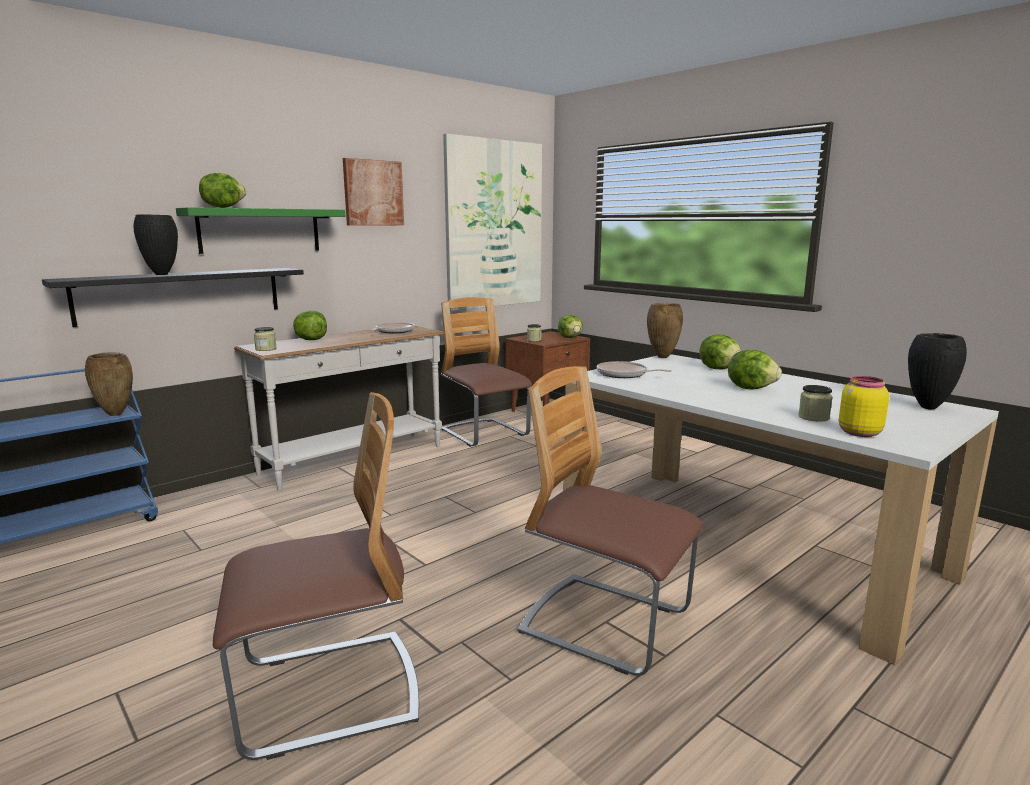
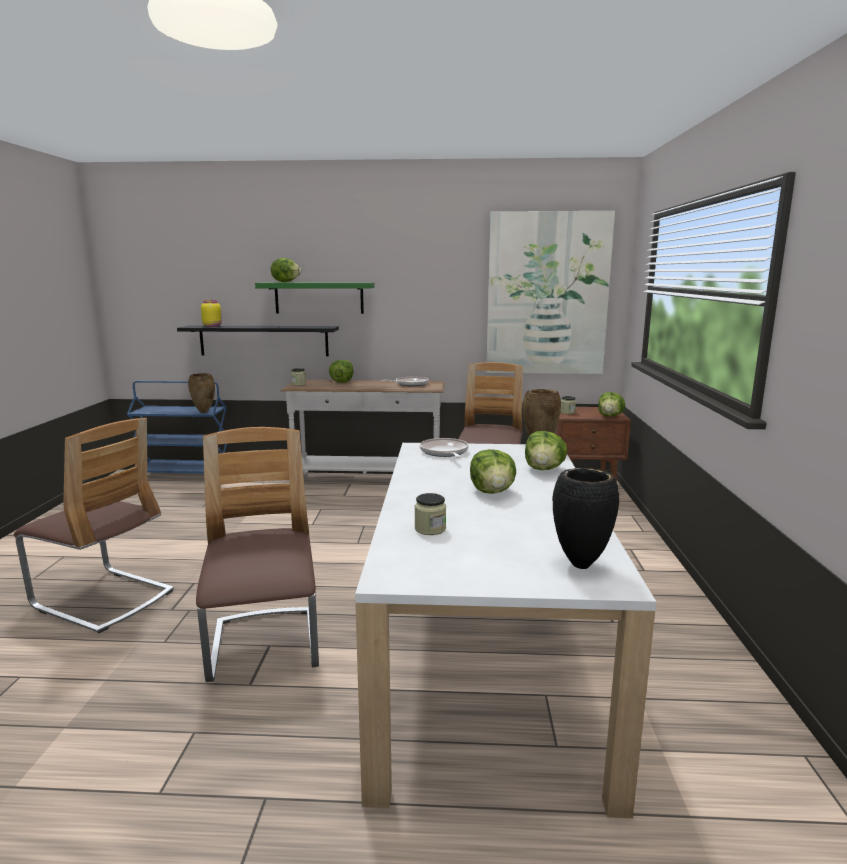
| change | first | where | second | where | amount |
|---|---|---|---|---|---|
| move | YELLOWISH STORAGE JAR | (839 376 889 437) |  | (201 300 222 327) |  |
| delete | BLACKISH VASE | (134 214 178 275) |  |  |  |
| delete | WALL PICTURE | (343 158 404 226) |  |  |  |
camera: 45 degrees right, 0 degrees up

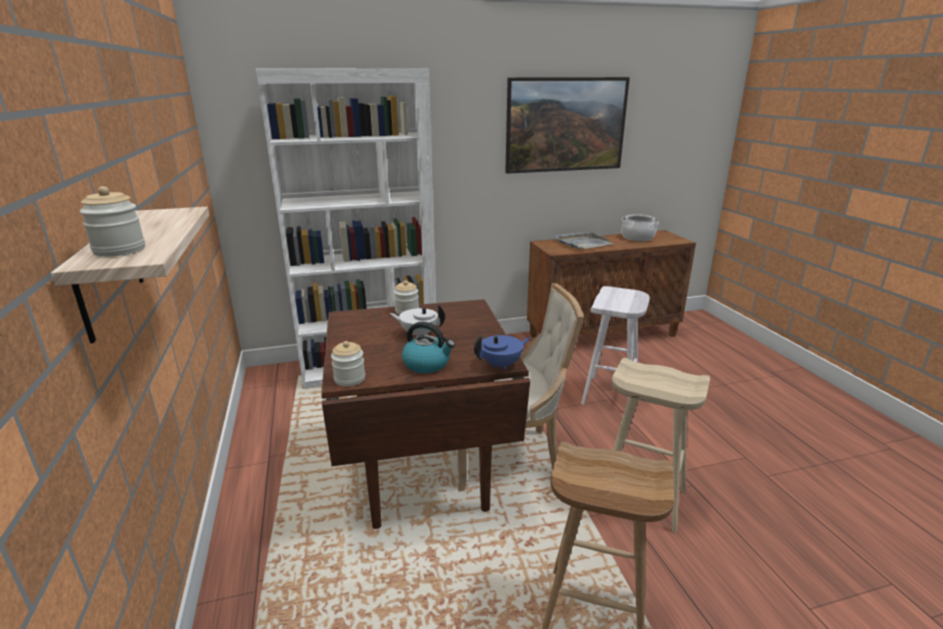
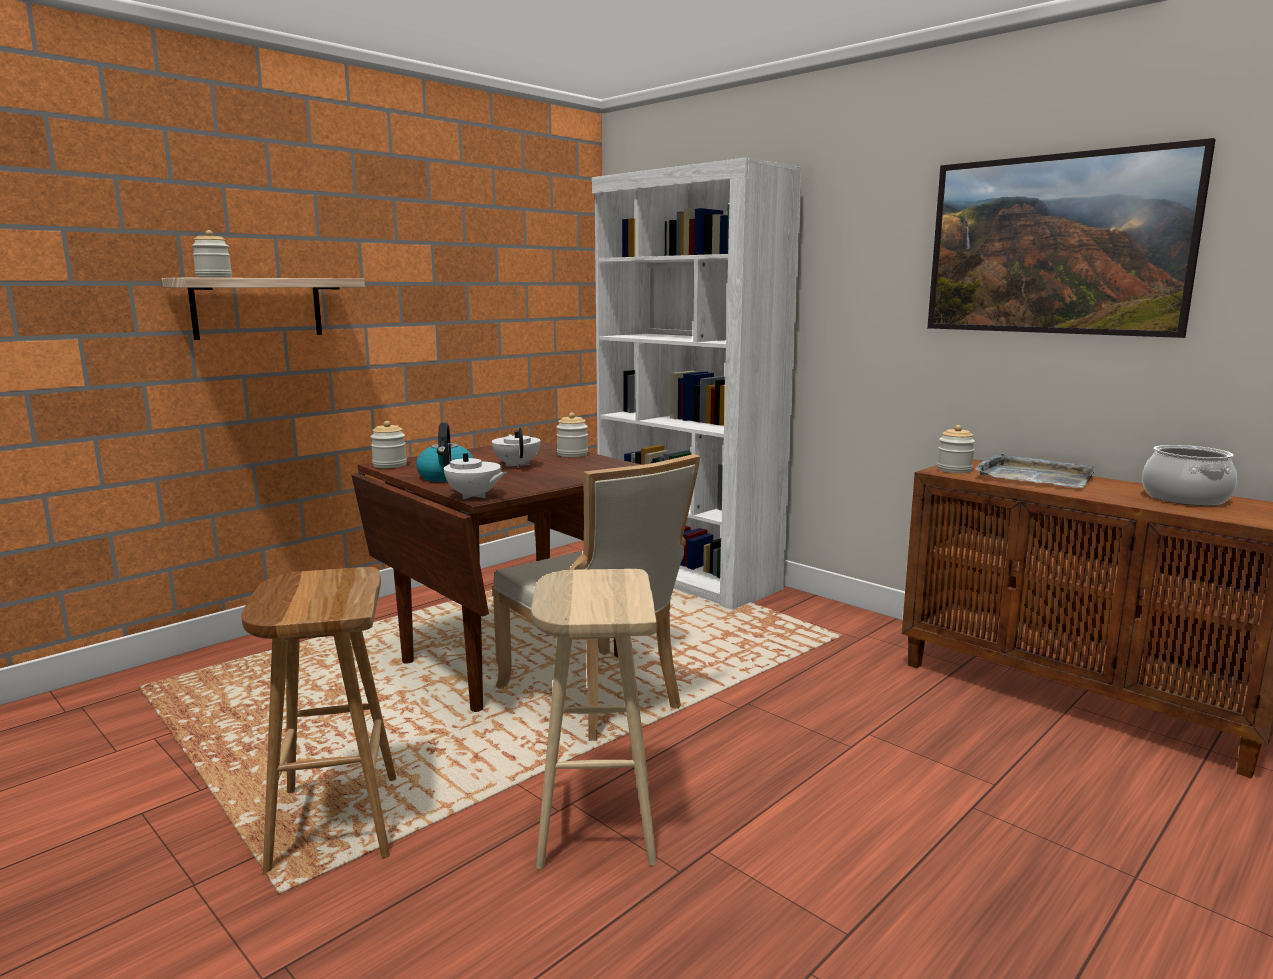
| change | first | where | second | where | amount |
|---|---|---|---|---|---|
| recolor | BLUISH TEAPOT | (474 335 530 370) | WHITE TEAPOT | (443 444 507 499) |  |
| insert |  |  | STORAGE JAR | (937 425 975 473) |  |
| delete | WHITE STOOL | (581 286 650 405) |  |  |  |
camera: 60 degrees right, 10 degrees down

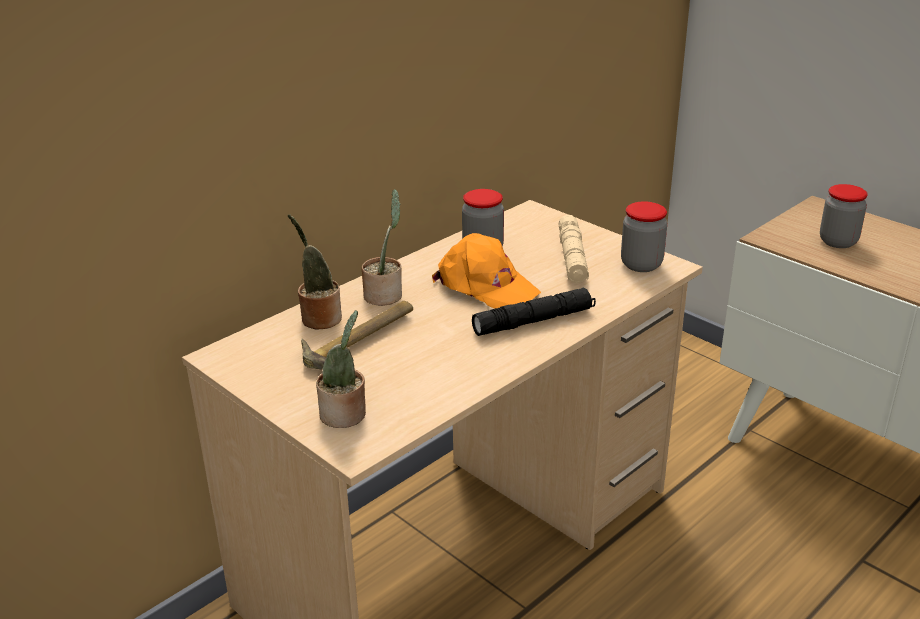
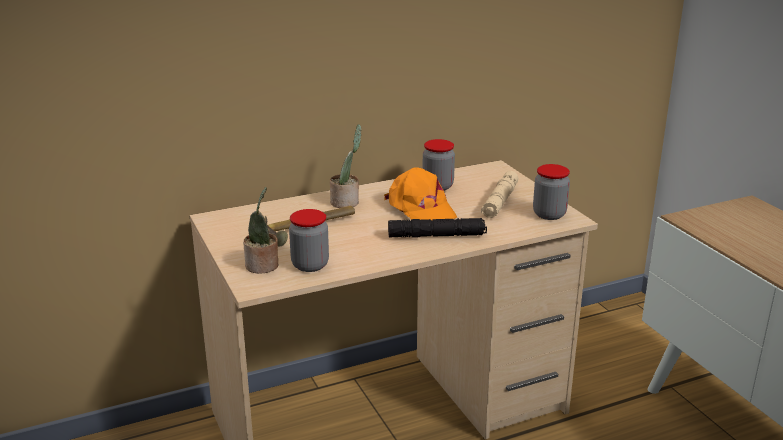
| change | first | where | second | where | amount |
|---|---|---|---|---|---|
| move | STORAGE JAR | (820 184 868 248) |  | (289 209 329 272) |  |
| delete | PLANT IN A POT | (288 214 342 330) |  |  |  |
camera: 20 degrees right, 5 degrees down

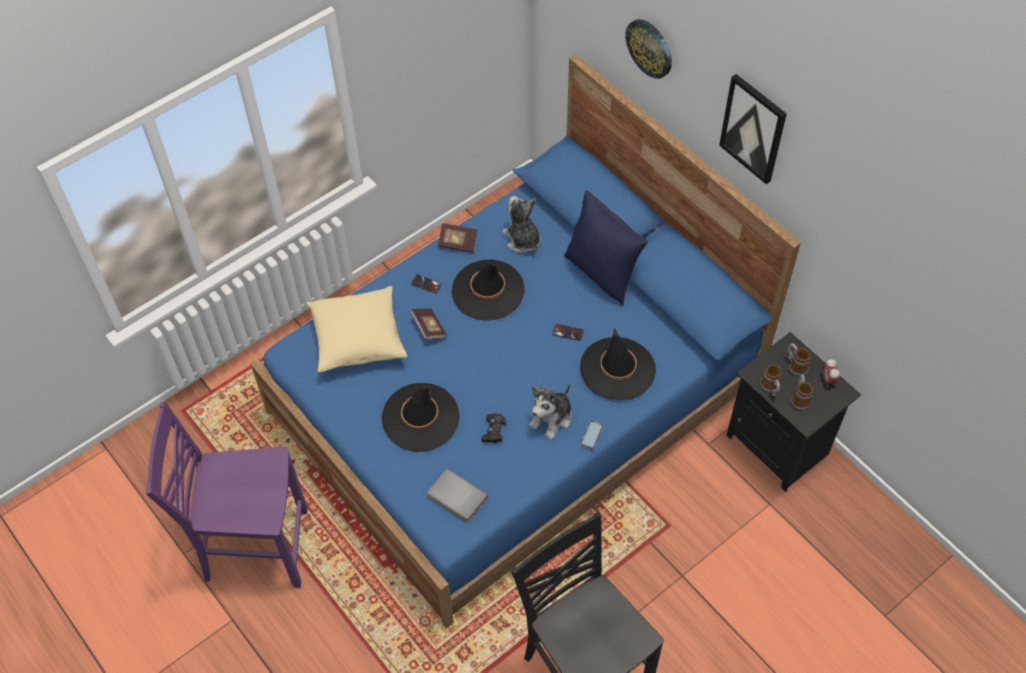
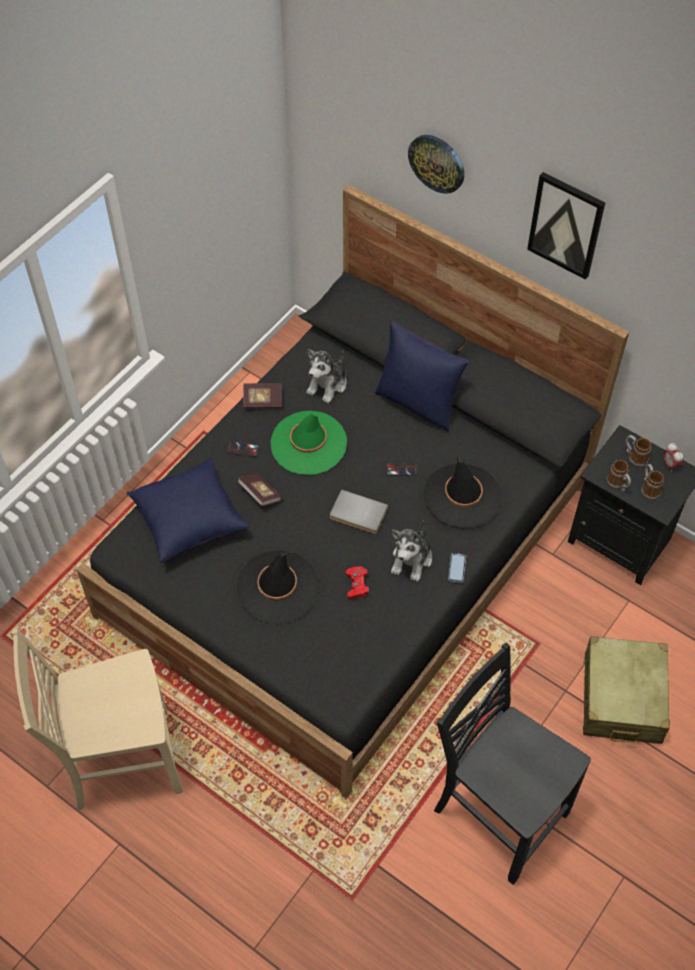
| change | first | where | second | where | amount |
|---|---|---|---|---|---|
| recolor | PURPLE-COLOURED CHAIR | (146 402 308 588) | SAND-COLOURED CHAIR | (12 628 183 811) |  |
| recolor | BLUISH SLEEPING BED | (250 54 801 628) | BLACKISH SLEEPING BED | (76 185 629 799) |  |
| recolor | SAND-COLOURED PILLOW | (307 286 408 372) | BLUISH PILLOW | (126 458 250 563) |  |
| recolor | BLACKISH CLOTHING HAT | (452 259 525 321) | GREEN-COLOURED CLOTHING HAT | (271 411 347 475) |  |
| rotate | CUDDLY TOY | (503 196 541 253) |  | (306 349 347 403) | 105 degrees counterclockwise |
| move | GRAY BOOK | (427 469 488 522) |  | (330 489 388 534) |  |
| recolor | BLACKISH GAMEPAD | (481 413 506 443) | REDDISH GAMEPAD | (346 566 369 599) |  |
| insert |  |  | SAND-COLOURED TRAVEL CASE | (583 636 670 744) |  |
camera: 15 degrees left, 0 degrees up

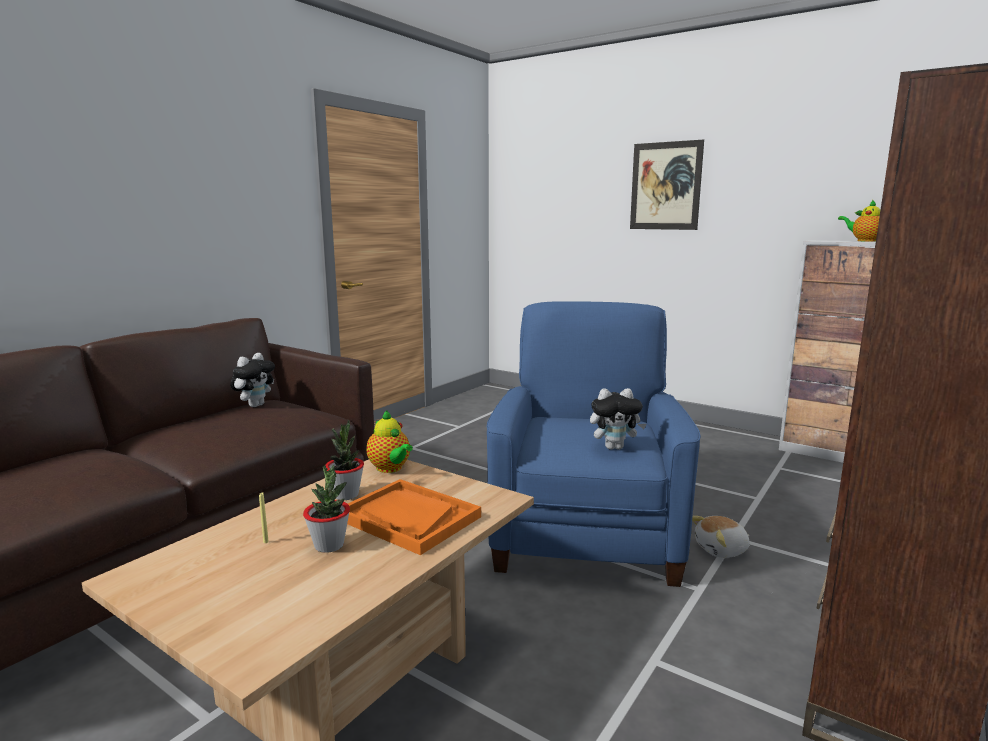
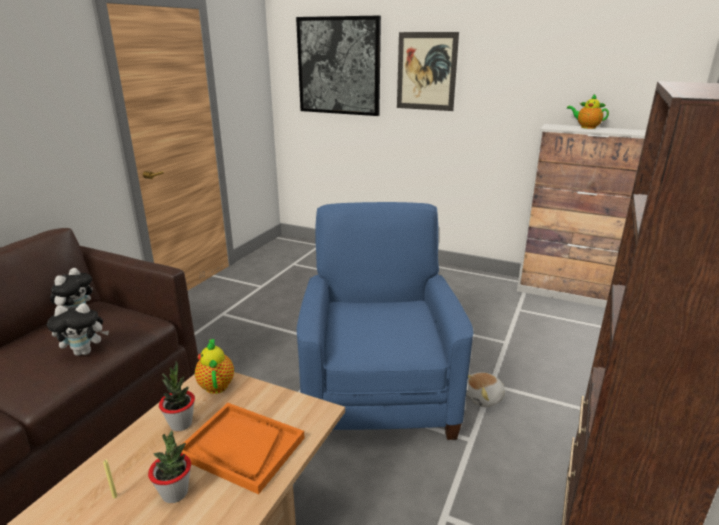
| change | first | where | second | where | amount |
|---|---|---|---|---|---|
| move | CUDDLY TOY | (590 388 646 450) |  | (47 303 109 356) |  |
| rotate | TEAPOT | (367 410 413 473) |  | (195 339 234 394) | 150 degrees counterclockwise |
| insert |  |  | WALL PICTURE | (296 16 381 116) |  |
camera: 10 degrees left, 10 degrees up

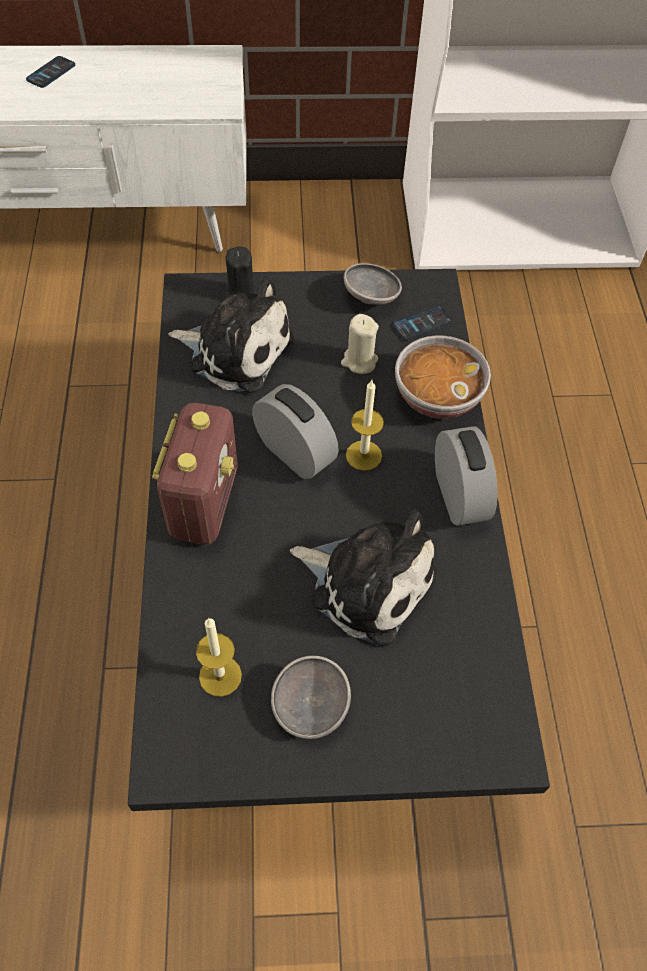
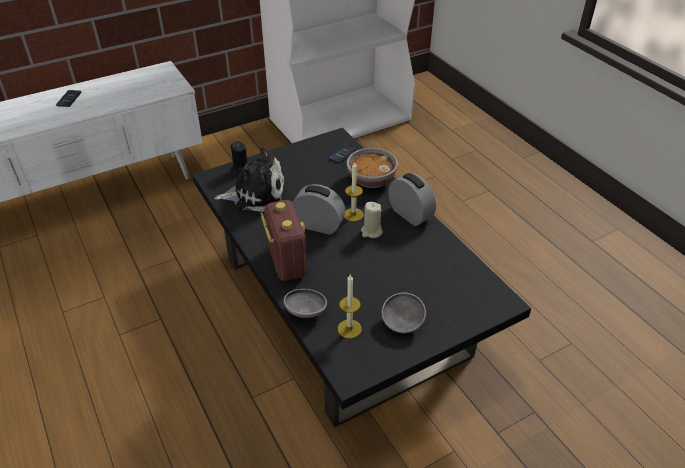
| change | first | where | second | where | amount |
|---|---|---|---|---|---|
| move | GRAY DEEP DISH | (344 263 402 305) |  | (283 289 327 318) |  |
| move | SAND-COLOURED WAX CANDLE | (341 314 379 374) |  | (361 202 383 238) |  |
| delete | CUDDLY TOY | (290 510 437 646) |  |  |  |
camera: 25 degrees left, 15 degrees down

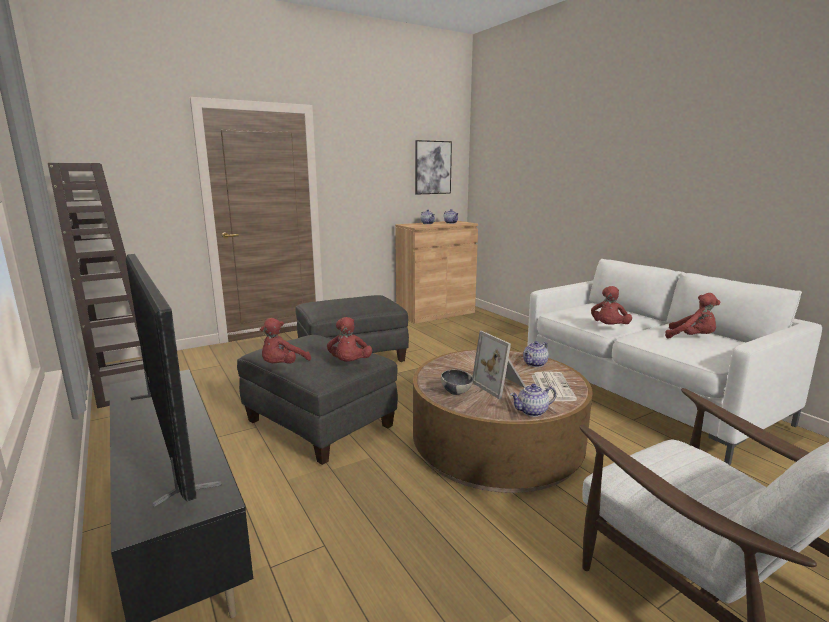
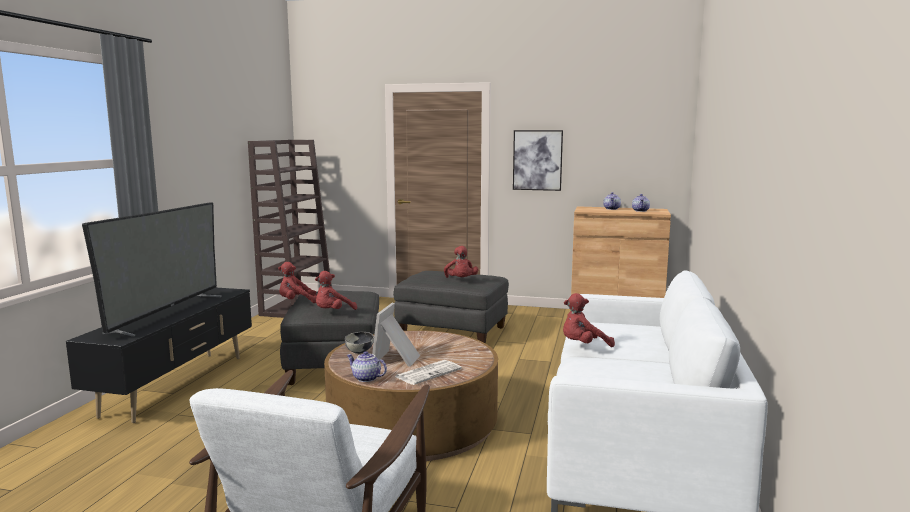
| change | first | where | second | where | amount |
|---|---|---|---|---|---|
| move | REDDISH CUDDLY TOY | (665 293 720 338) |  | (444 246 479 278) |  |
| move | WALL PICTURE | (415 140 452 195) |  | (513 130 563 191) |  |
| delete | TEAPOT | (523 341 549 367) |  |  |  |
camera: 45 degrees right, 5 degrees down

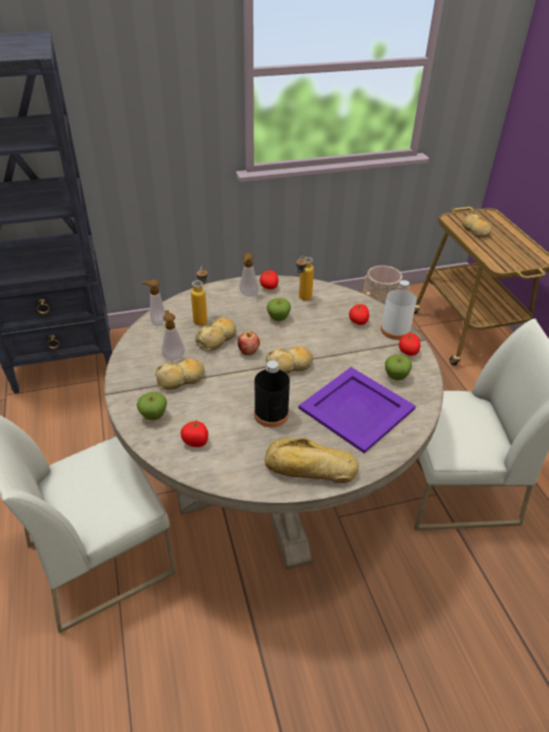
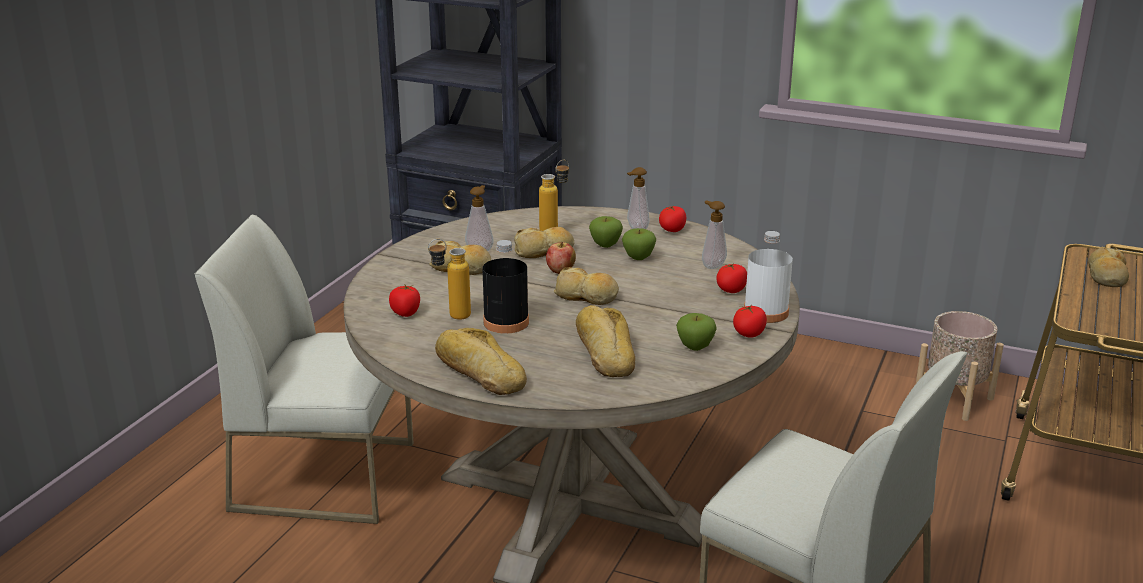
| change | first | where | second | where | amount |
|---|---|---|---|---|---|
| move | DRINK BOTTLE | (296 256 314 301) |  | (428 239 471 320) |  |
| replace | PURPLE-COLOURED TRAY | (299 367 416 453) | BREAD | (576 305 635 377) |  |
| move | APPLE | (137 392 167 420) |  | (589 216 623 248) |  |
| move | SOAP BOTTLE | (142 279 165 326) |  | (702 200 727 269) |  |
camera: 40 degrees right, 15 degrees down

